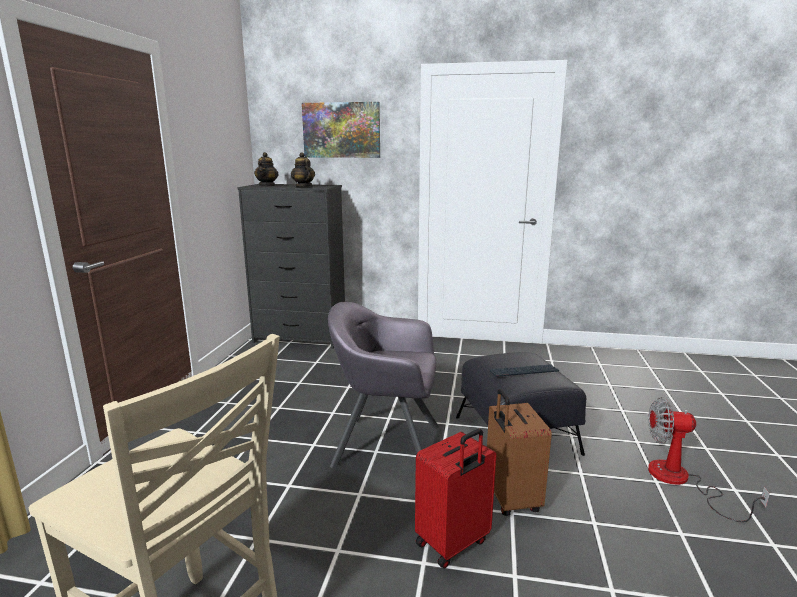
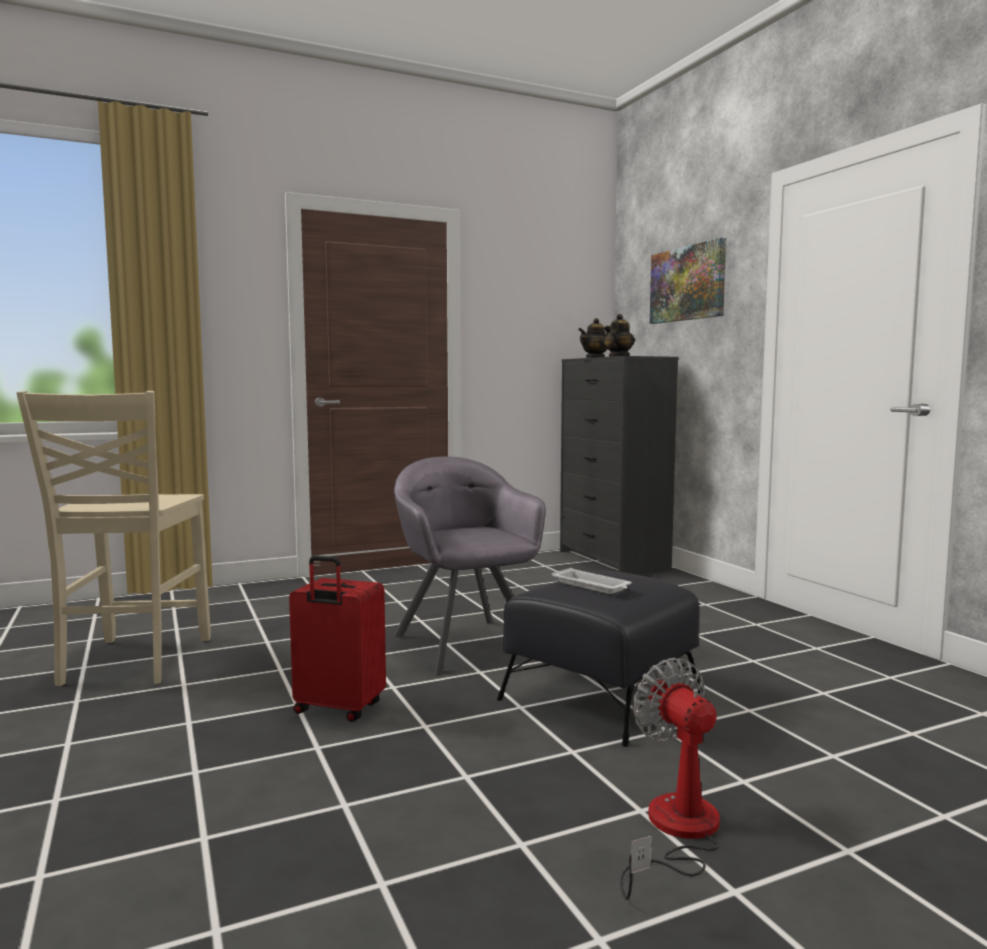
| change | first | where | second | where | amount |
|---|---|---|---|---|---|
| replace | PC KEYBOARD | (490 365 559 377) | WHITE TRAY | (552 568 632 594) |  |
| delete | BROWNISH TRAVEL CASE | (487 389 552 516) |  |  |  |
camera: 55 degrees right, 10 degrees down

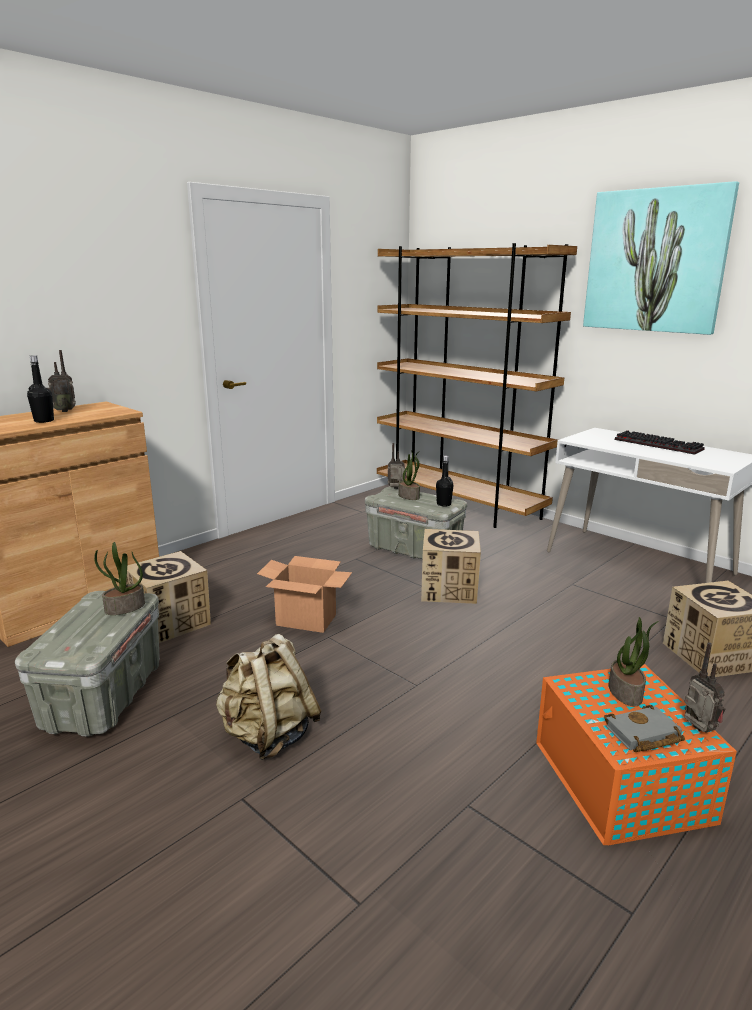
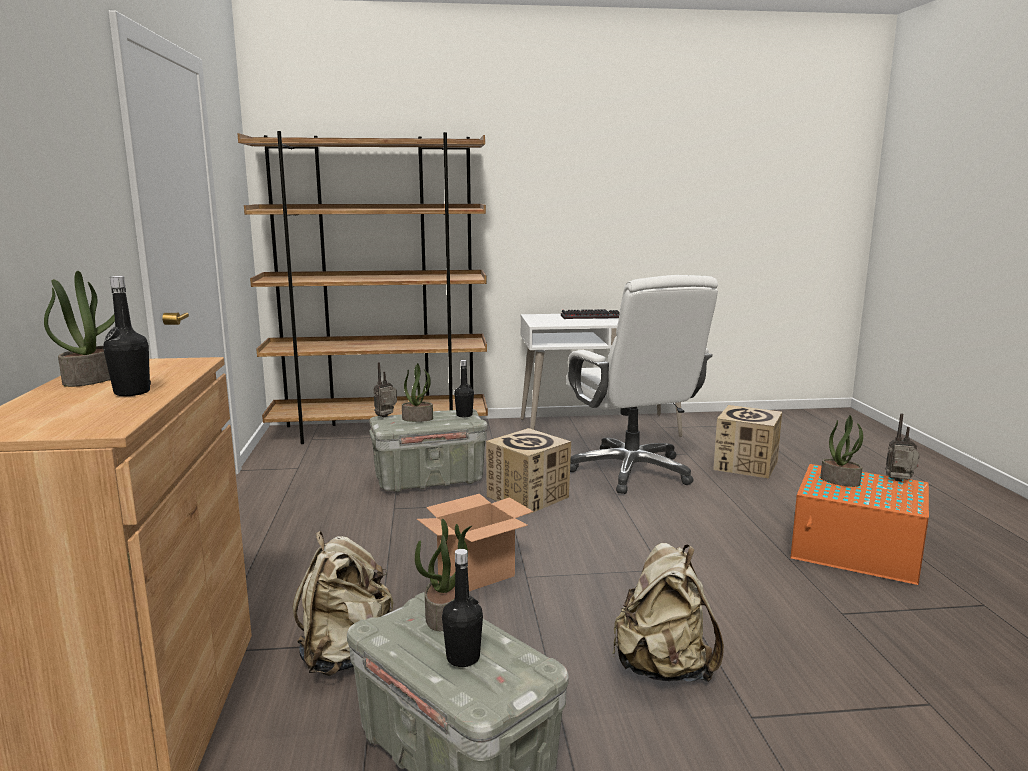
| change | first | where | second | where | amount |
|---|---|---|---|---|---|
| replace | RADIO SET | (48 350 76 412) | PLANT IN A POT | (44 271 115 387) |  |
| replace | CARDBOARD BOX | (126 551 211 643) | SAND-COLOURED KNAPSACK | (293 531 393 676) |  |
| insert |  |  | BLACKISH DRINK BOTTLE | (442 549 483 667) |  |
| insert |  |  | WHITE DESK CHAIR | (566 275 718 494) |  |
| delete | WALL PICTURE | (583 181 739 335) |  |  |  |
| delete | GRAY BOOK | (604 705 685 752) |  |  |  |
camera: 50 degrees left, 5 degrees down

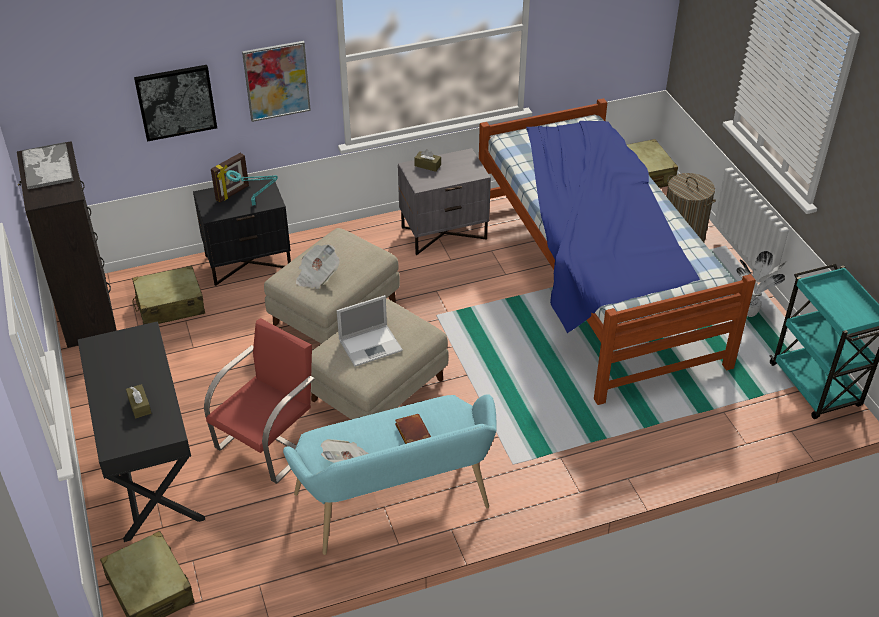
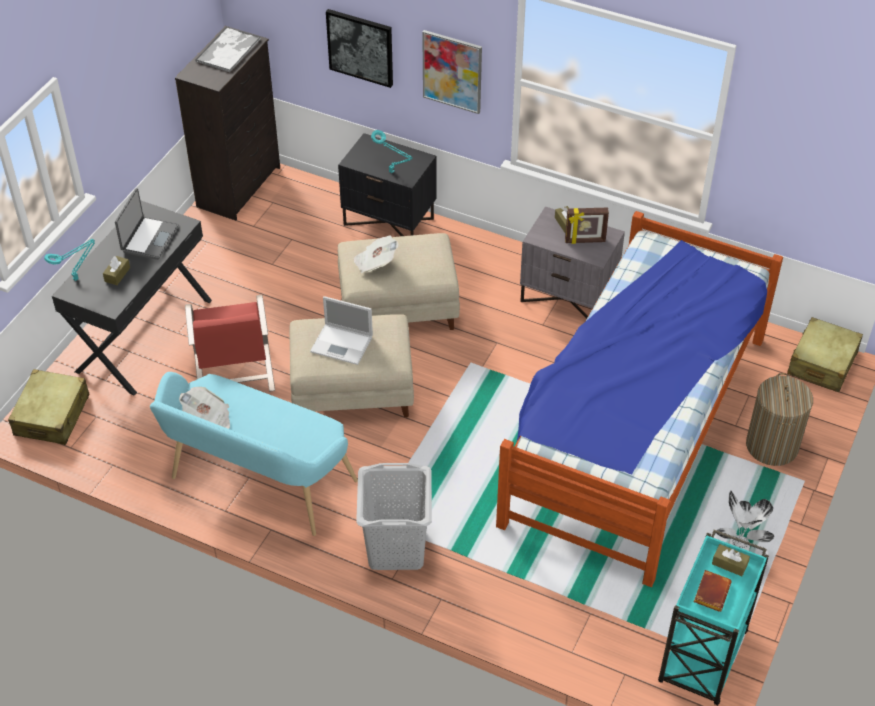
| change | first | where | second | where | amount |
|---|---|---|---|---|---|
| insert |  |  | TURQUOISE TABLETOP LAMP | (44 239 95 281) |  |
| insert |  |  | NOTEBOOK COMPUTER | (115 188 179 260) |  |
| rotate | REDDISH CHAIR | (204 318 315 484) |  | (185 295 275 391) | 90 degrees clockwise |
| insert |  |  | GRAY LAUNDRY BASKET | (356 463 432 570) |  |
| move | PHOTO FRAME | (211 153 249 202) |  | (565 208 609 244) |  |
| move | BROWNISH BOOK | (395 414 431 444) |  | (694 570 732 612) |  |
| insert |  |  | BROWNISH TISSUE BOX | (712 544 750 576) |  |
| delete | SAND-COLOURED TRAVEL CASE | (132 266 205 325) |  |  |  |
camera: 45 degrees right, 5 degrees up

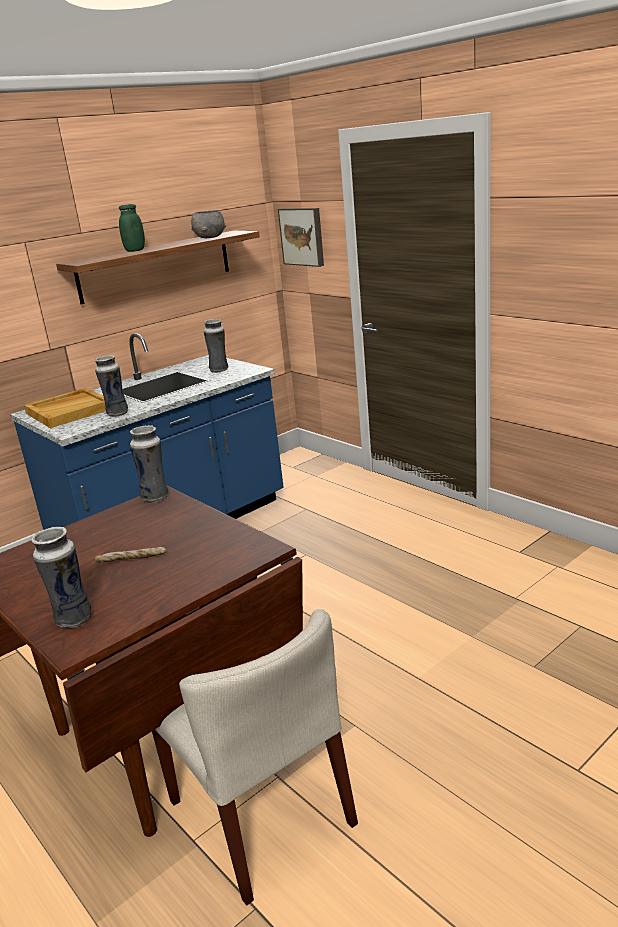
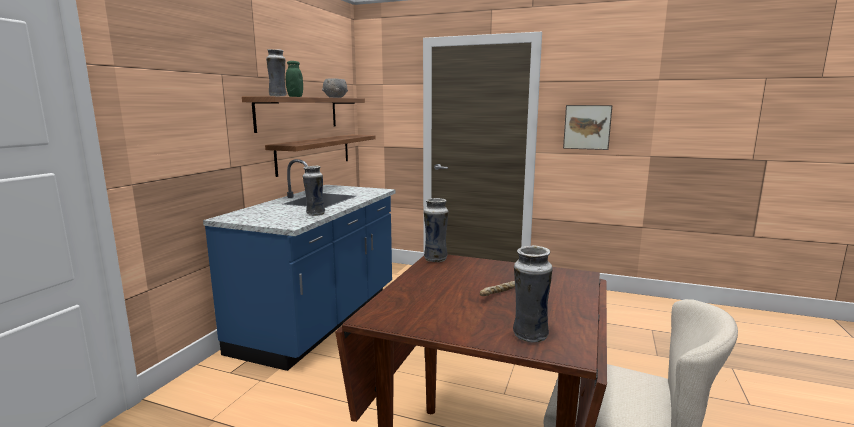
| change | first | where | second | where | amount |
|---|---|---|---|---|---|
| insert |  |  | WALL SHELF | (265 135 375 177) |  |
| move | VASE | (204 319 229 373) |  | (266 49 287 96) |  |
| move | WALL PICTURE | (278 208 324 267) |  | (563 105 613 150) |  |
| delete | SAND-COLOURED TRAY | (24 388 106 428) |  |  |  |
camera: 30 degrees left, 10 degrees down

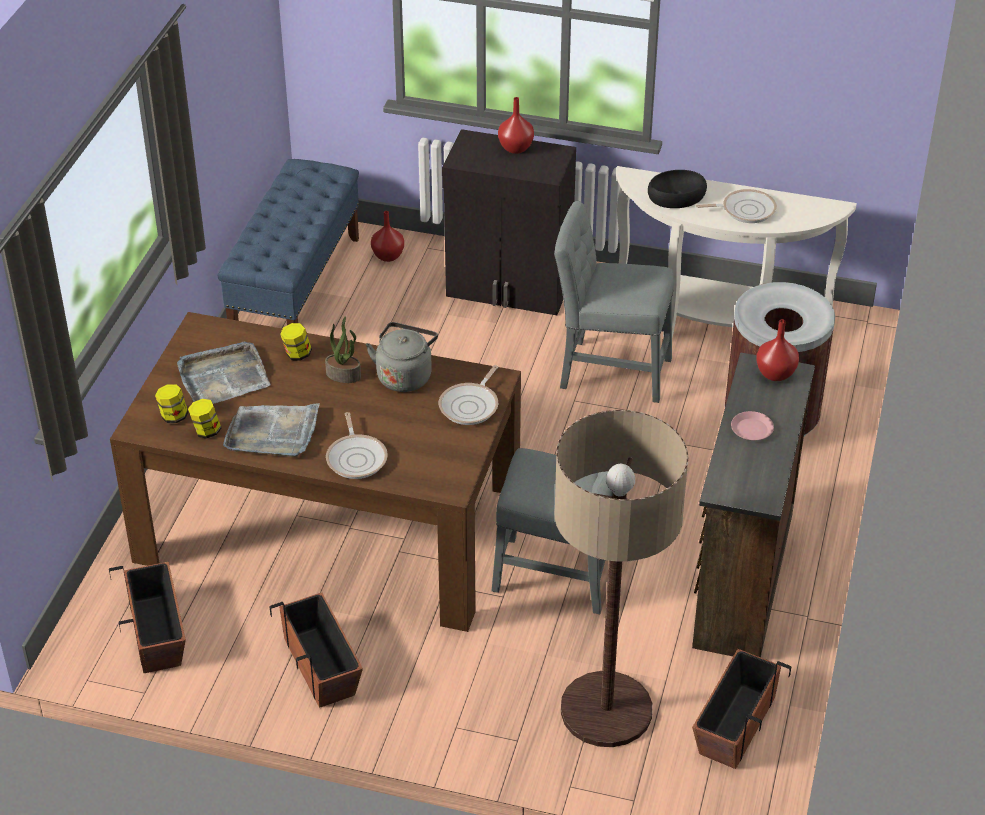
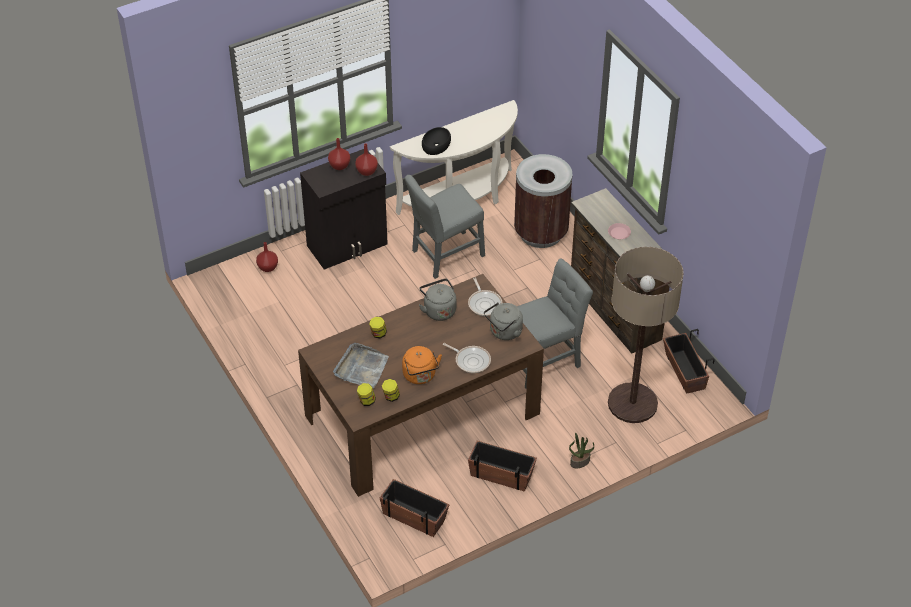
| change | first | where | second | where | amount |
|---|---|---|---|---|---|
| move | REDDISH VASE | (756 319 799 381) |  | (355 143 378 176) |  |
| replace | GRAY TRAY | (223 403 320 457) | ORANGE-COLOURED WATER KETTLE | (402 346 442 384) |  |
| insert |  |  | GRAY WATER KETTLE | (484 302 523 340) |  |
| move | PLANT IN A POT | (325 316 361 383) |  | (569 433 594 468) |  |
| delete | BLUISH BENCH | (218 159 359 325) |  |  |  |
| delete | PAN | (696 189 777 223) |  |  |  |
camera: 45 degrees left, 5 degrees up

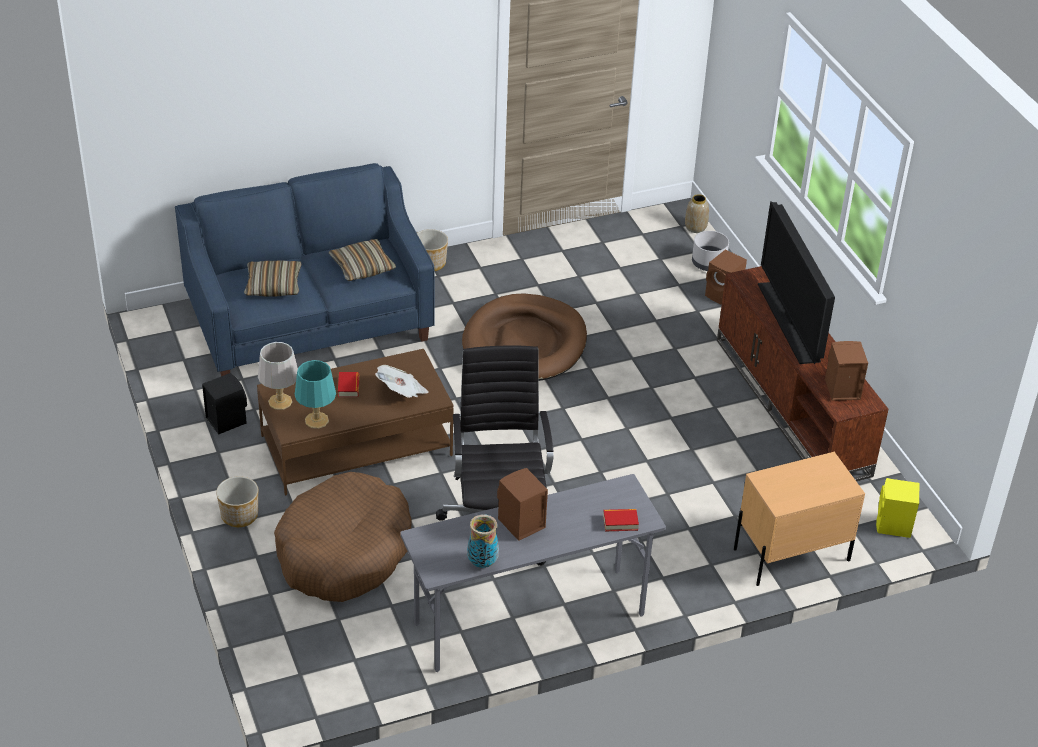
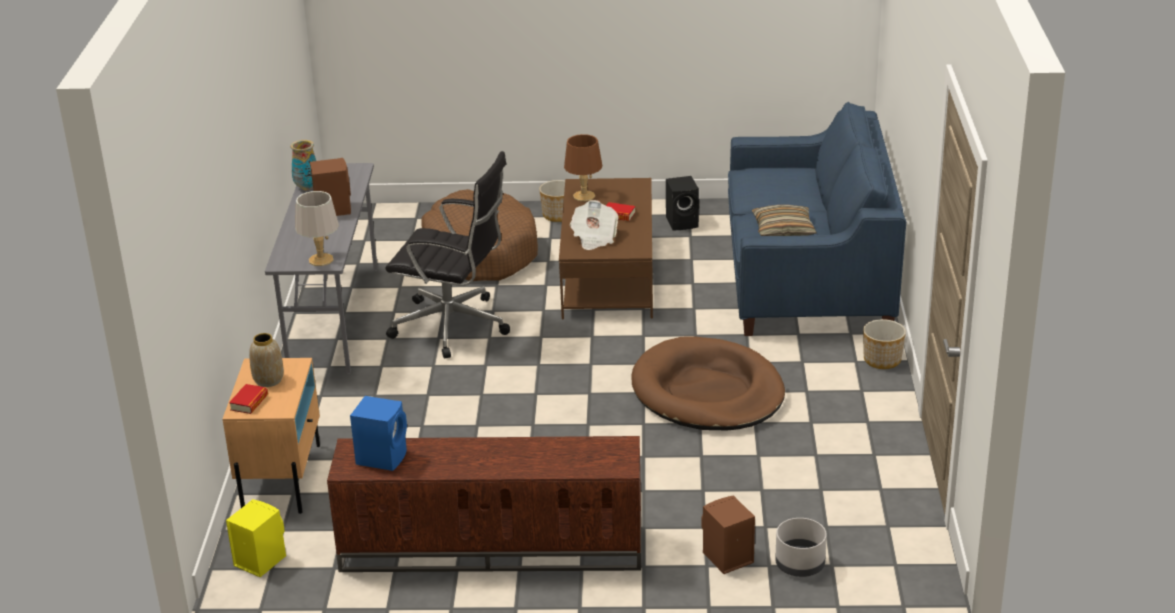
| change | first | where | second | where | amount |
|---|---|---|---|---|---|
| move | BOOK | (603 509 639 531) |  | (229 384 268 414) |  |
| move | VASE | (685 194 709 233) |  | (249 333 284 387) |  |
| move | GRAY TABLETOP LAMP | (258 342 298 410) |  | (295 191 339 266) |  |
| recolor | BROWNISH SPEAKER | (825 341 868 401) | BLUISH SPEAKER | (350 396 407 471) |  |
| recolor | TURQUOISE TABLETOP LAMP | (295 360 336 429) | BROWNISH TABLETOP LAMP | (564 134 602 201) |  |
| delete | PILLOW | (244 261 302 297) |  |  |  |
| delete | TV | (758 201 835 364) |  |  |  |
camera: 115 degrees right, 10 degrees down

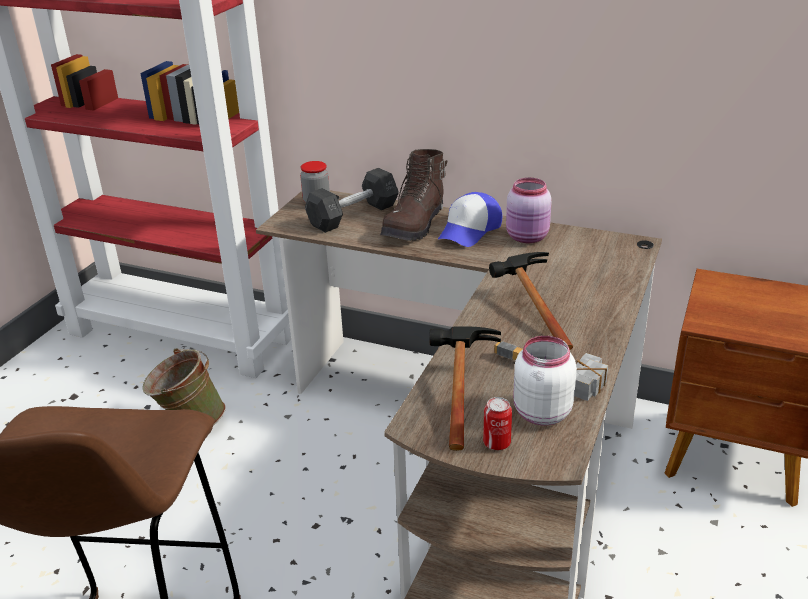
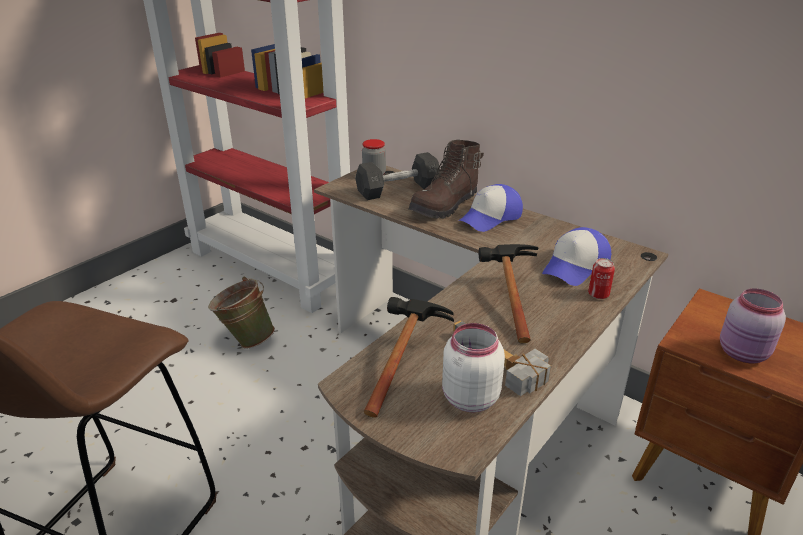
| change | first | where | second | where | amount |
|---|---|---|---|---|---|
| insert |  |  | BASEBALL CAP | (542 227 611 286) |  |
| move | SEALED CAN | (483 397 512 450) |  | (588 258 615 299) |  |
| move | PINK STORAGE JAR | (506 178 552 243) |  | (720 288 786 364) |  |
camera: 15 degrees right, 0 degrees up

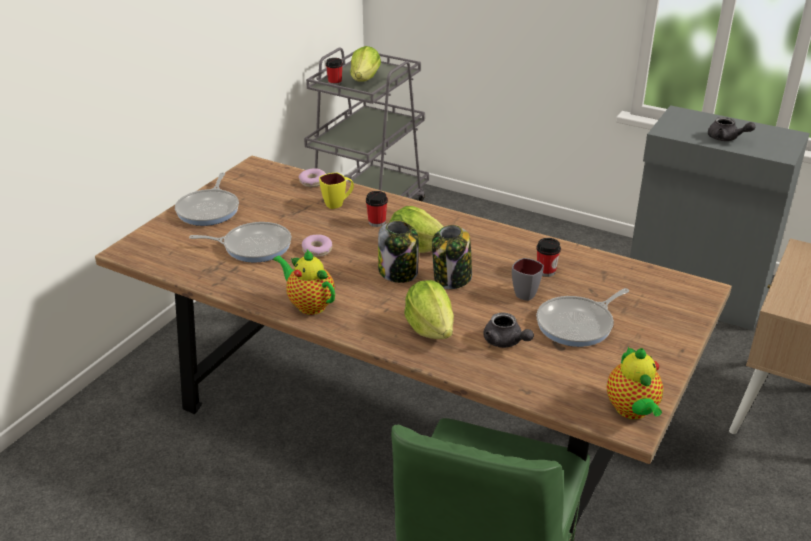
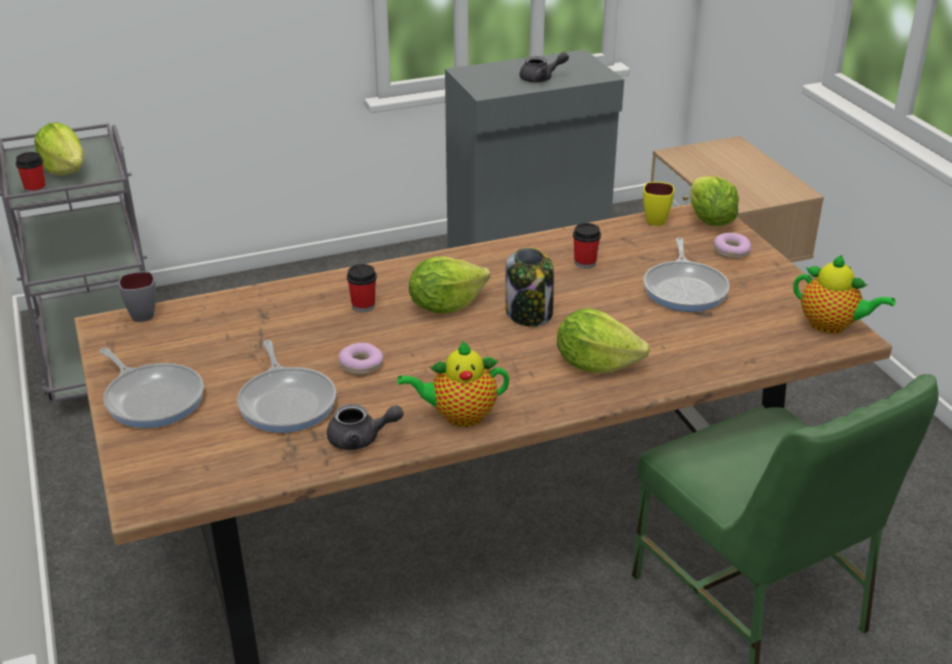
| change | first | where | second | where | amount |
|---|---|---|---|---|---|
| move | GRAY MUG | (512 258 544 301) |  | (118 271 156 322) |  |
| rotate | PAN | (189 222 291 263) |  | (237 340 336 433) | 120 degrees clockwise |
| move | GRAY TEAPOT | (483 313 534 348) |  | (327 404 404 450) |  |
| move | YELLOWISH MUG | (319 173 354 209) |  | (643 182 675 226) |  |
| insert |  |  | LETTUCE HEAD | (690 176 739 226) |  |
| move | RING DOUGHNUT | (299 168 326 187) |  | (714 233 751 258) |  |
| delete | STORAGE JAR | (378 220 419 283) |  |  |  |
camera: 50 degrees left, 0 degrees up

